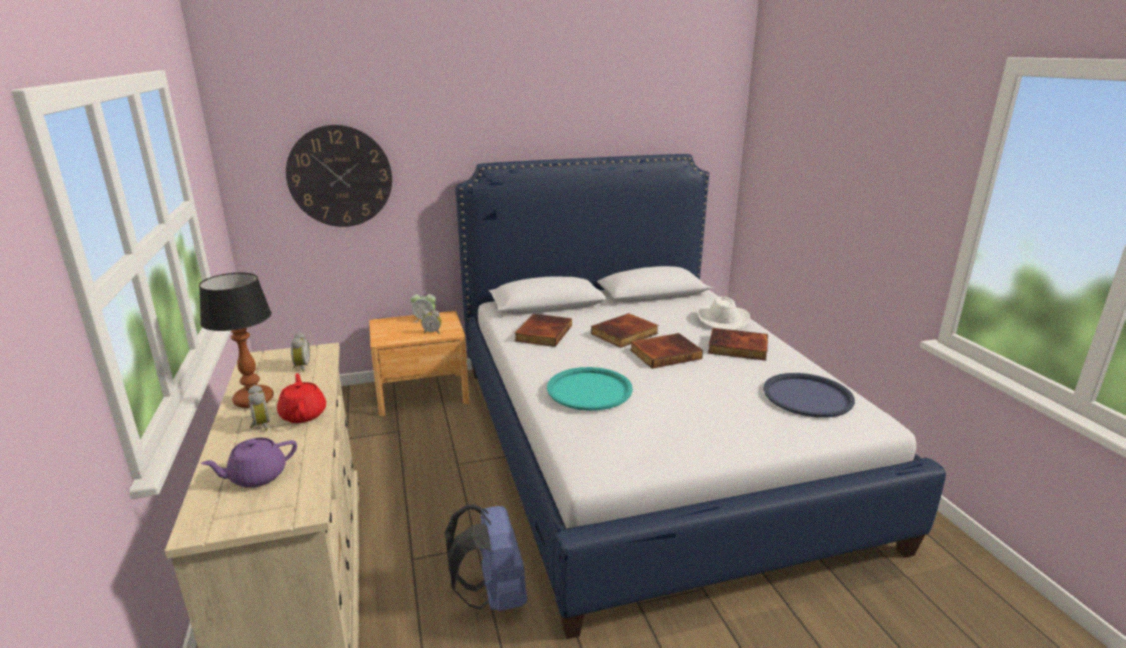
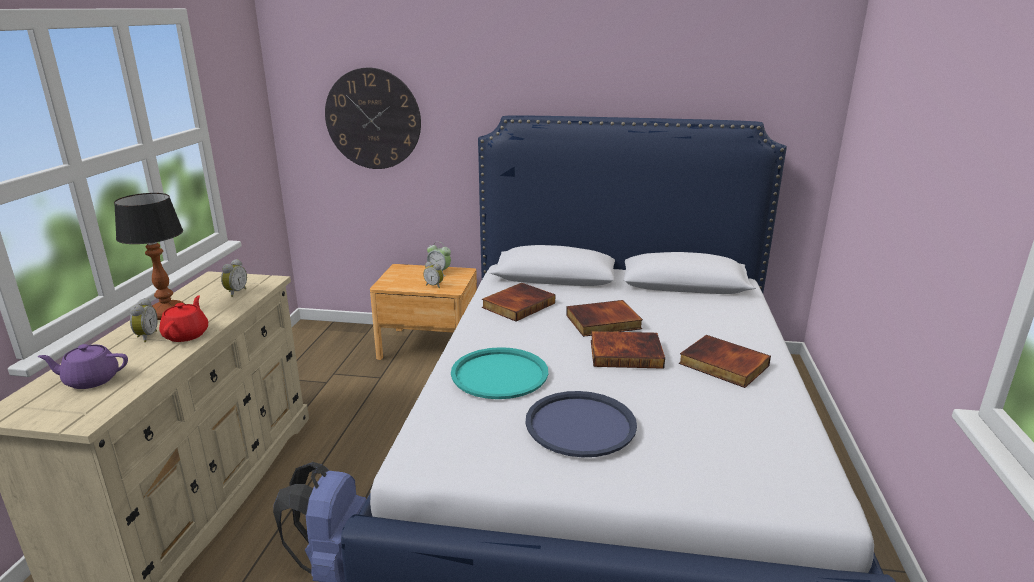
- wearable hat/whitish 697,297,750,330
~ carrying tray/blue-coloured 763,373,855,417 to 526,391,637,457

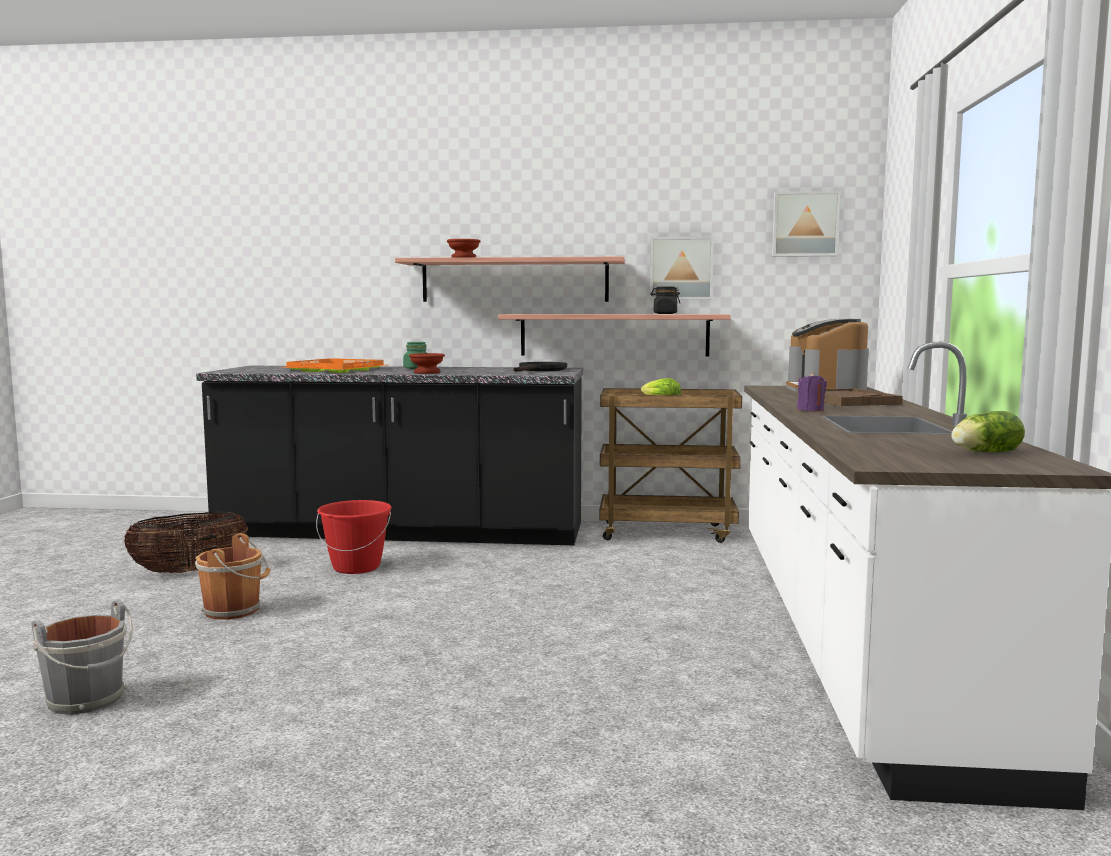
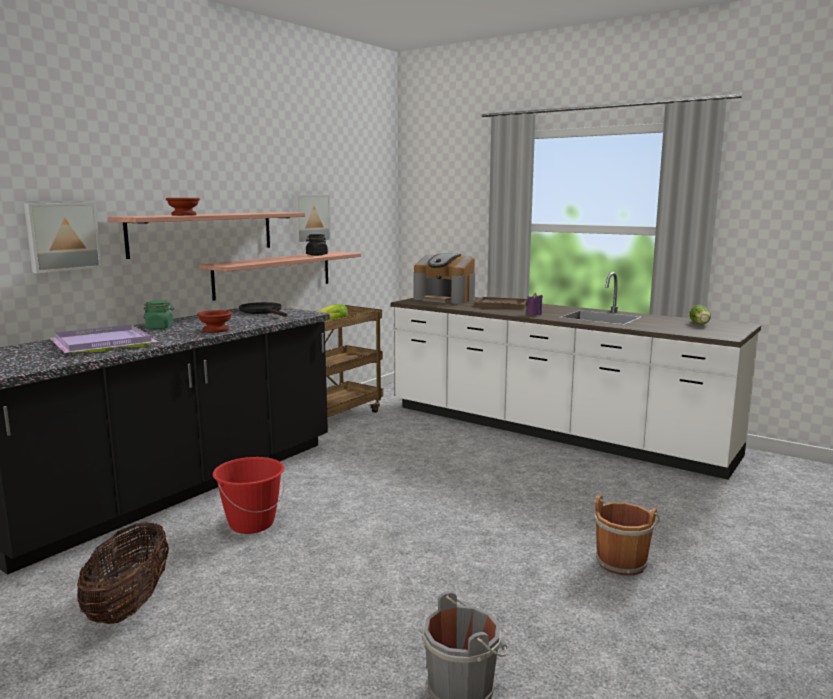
~ bucket/brown 195,533,270,620 to 594,495,660,576
~ wall picture 772,191,840,257 to 24,203,102,273
~ carrying tray/orange 280,358,384,373 to carrying tray/purple-coloured 50,325,158,353

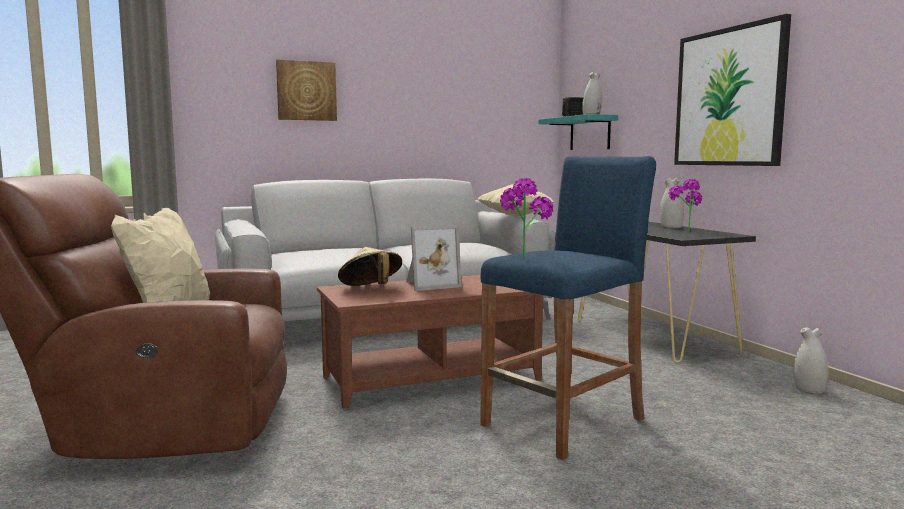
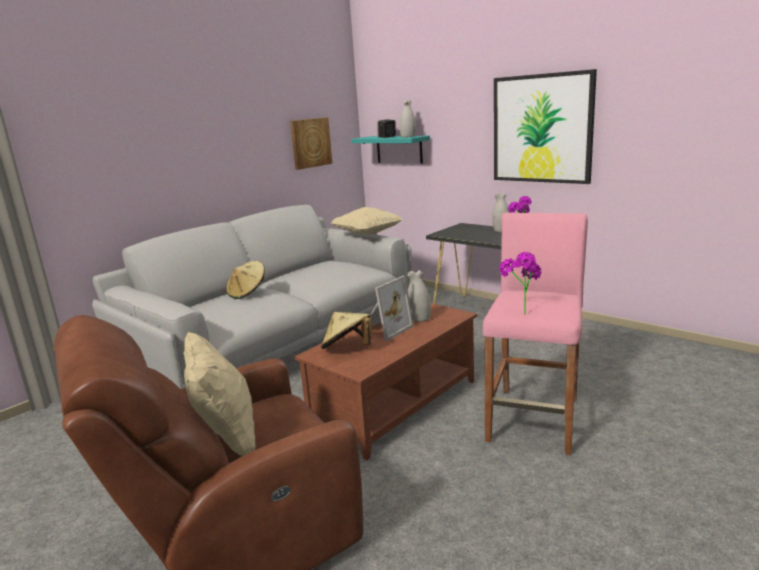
+ wearable hat/beige-coloured 226,261,265,299
~ wall picture 276,60,337,121 to 290,117,332,170
~ decorative vase/whitish 794,327,828,394 to 407,270,431,322
~ stool seat/blue-coloured 480,156,656,460 to stool seat/pink-coloured 483,212,588,455

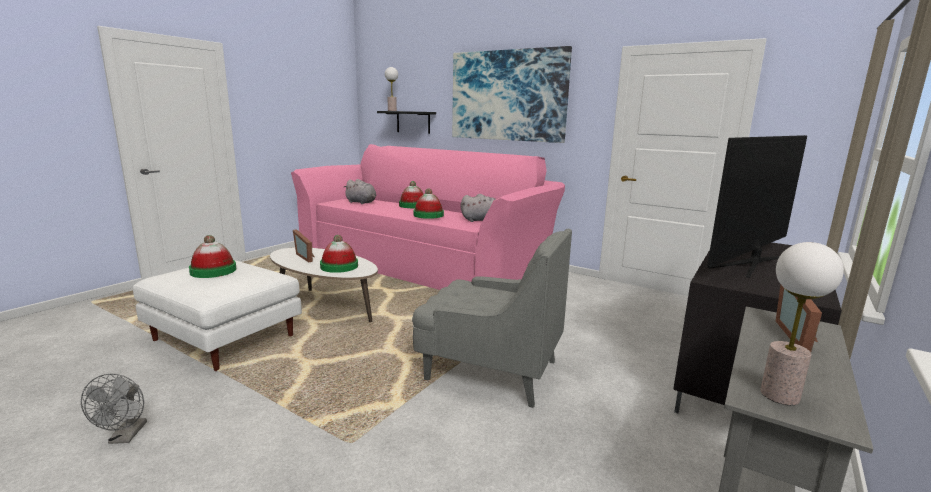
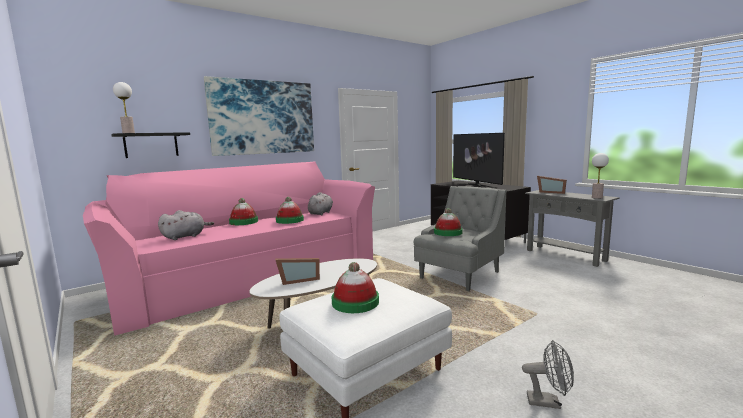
~ wearable hat 320,235,358,273 to 434,208,463,236

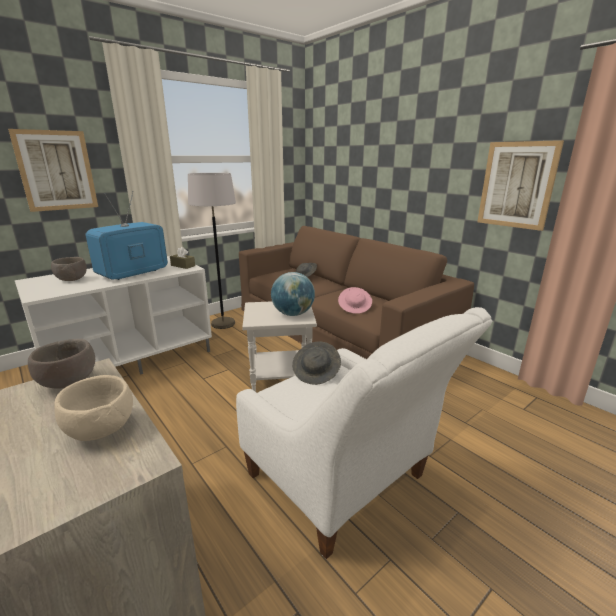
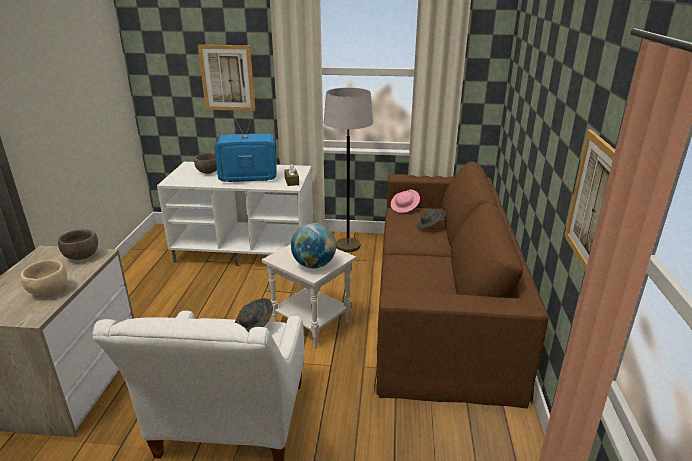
~ wearable hat/pink-coloured 338,287,372,314 to 391,189,420,213

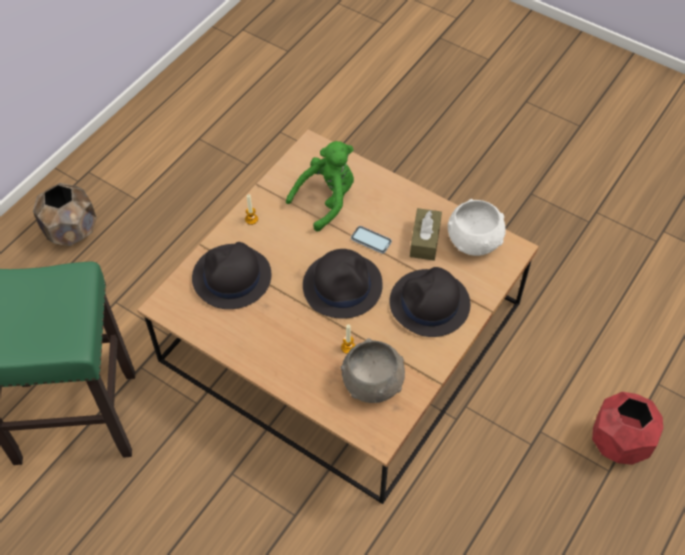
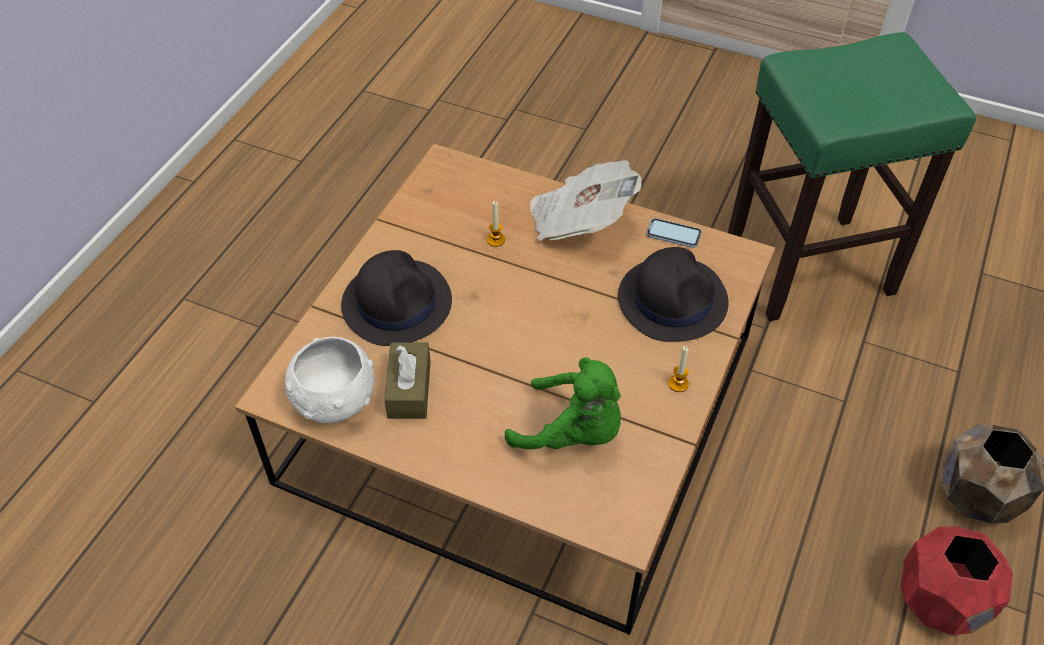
- wearable hat/black-coloured 303,249,383,319
- bowl/gray 341,338,405,403
+ printed paper 530,160,642,241
~ handset 351,226,392,254 to 647,218,702,248
~ plant pot/red 592,392,663,465 to 901,527,1013,635
~ cuddly toy/green-coloured 286,141,354,232 = 505,358,621,450 105 degrees counterclockwise

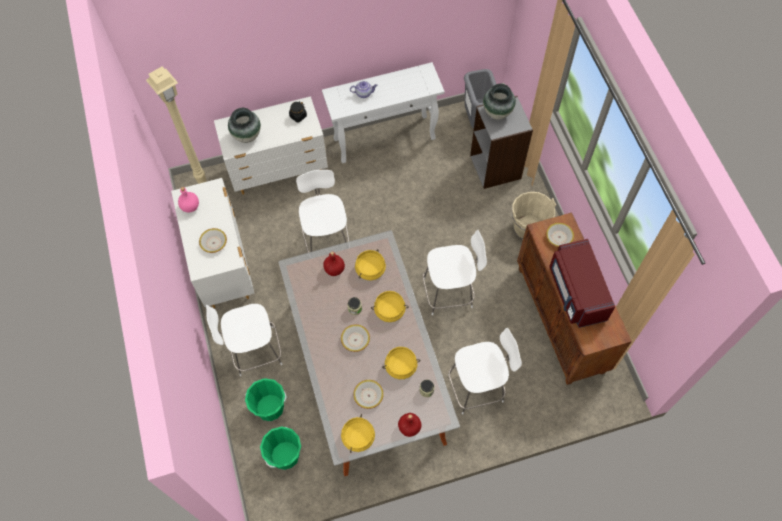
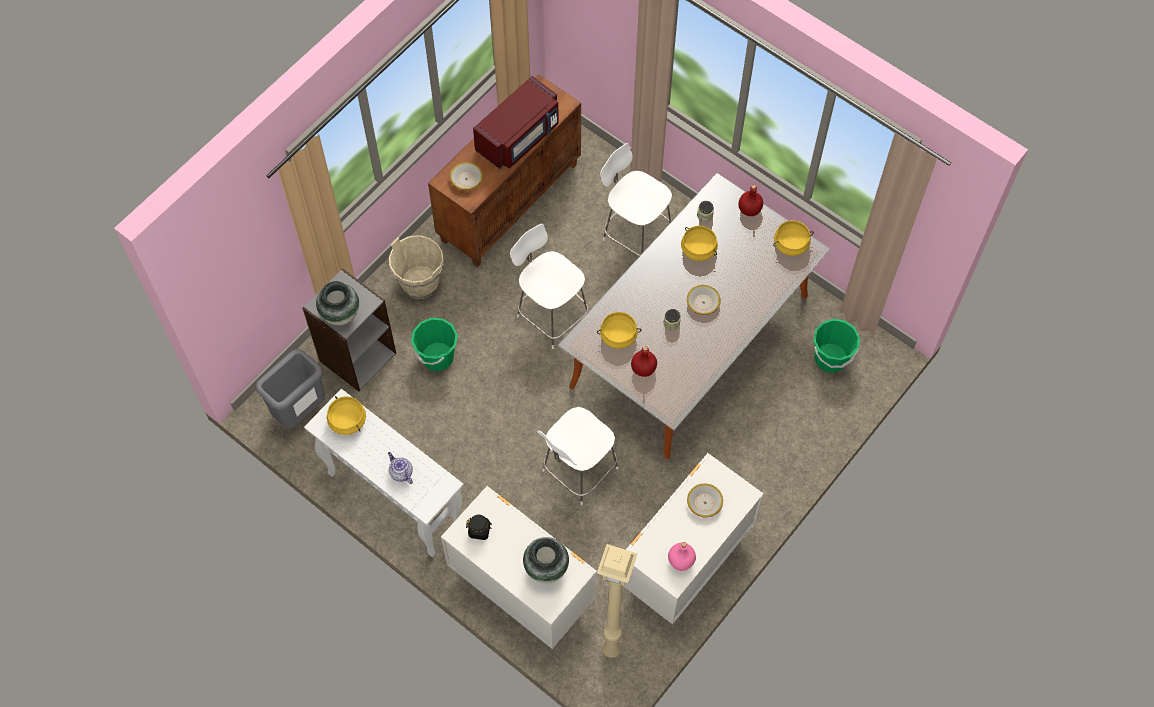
- plain chair/whitish 206,304,283,376
- bowl 353,380,384,409
~ bucket/green-coloured 245,378,287,421 to 411,318,458,371
~ cooking pot/yellow 371,291,409,322 to 327,396,366,435

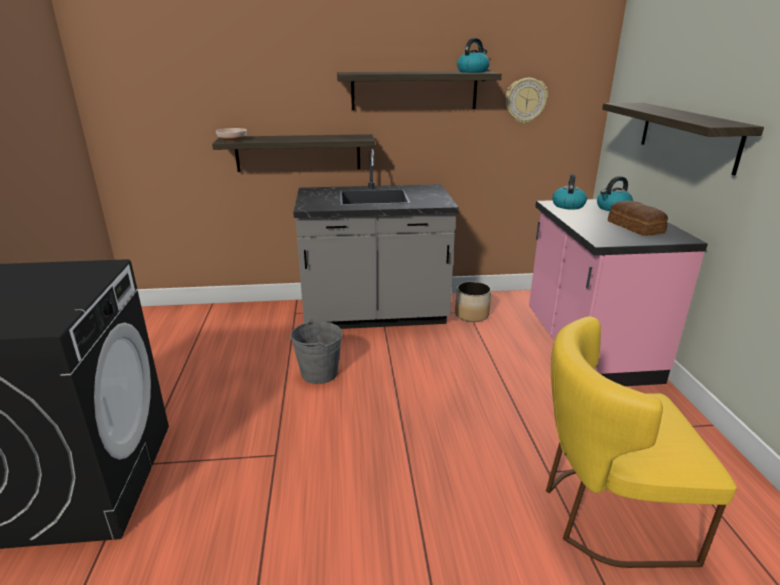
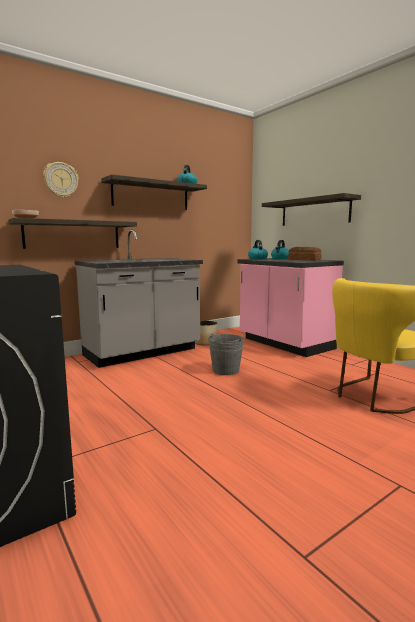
~ bucket/gray 290,319,342,384 to 208,333,244,375
~ clock on the wall 505,78,548,124 to 43,162,79,198

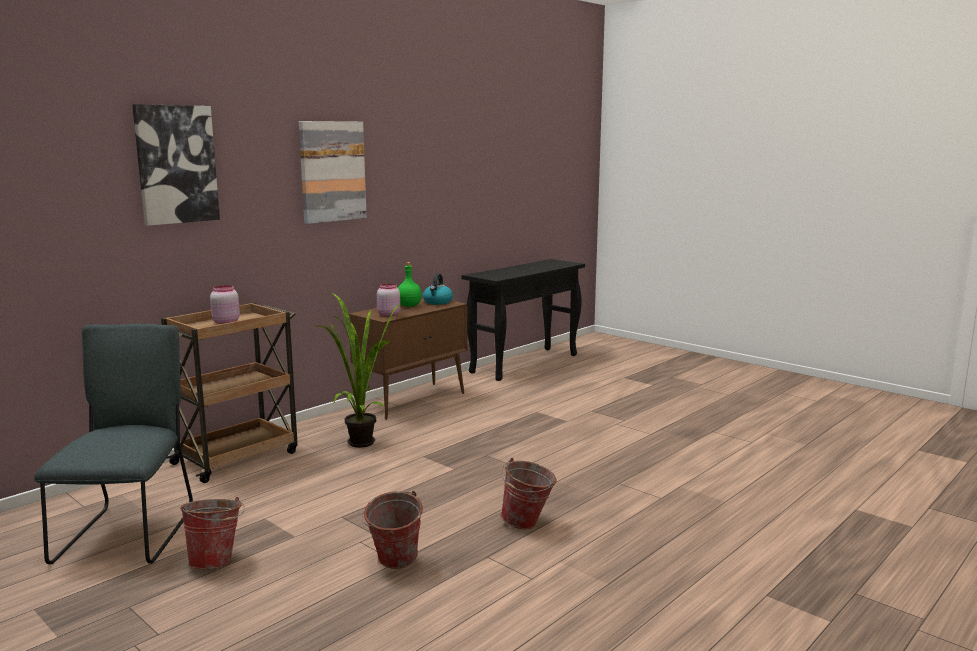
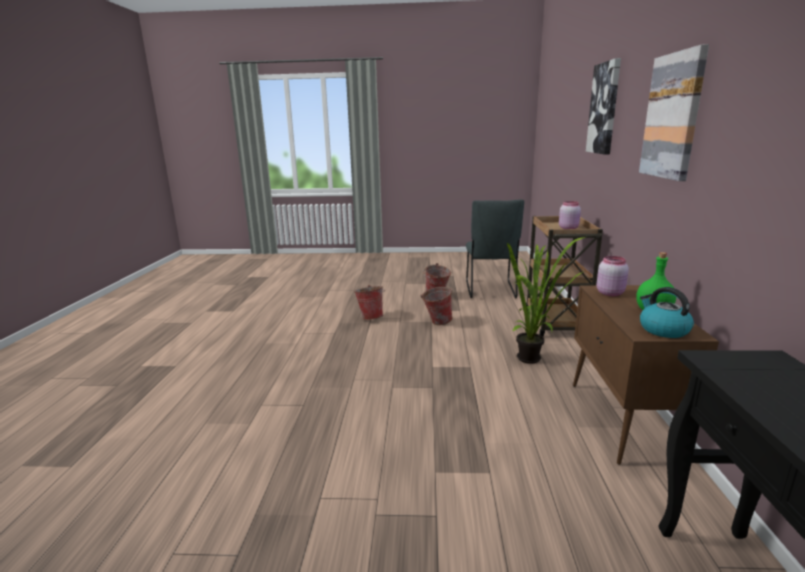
~ bucket 501,458,557,529 to 420,287,453,325
~ plain chair/gray 34,323,193,565 = 466,199,524,298 45 degrees clockwise

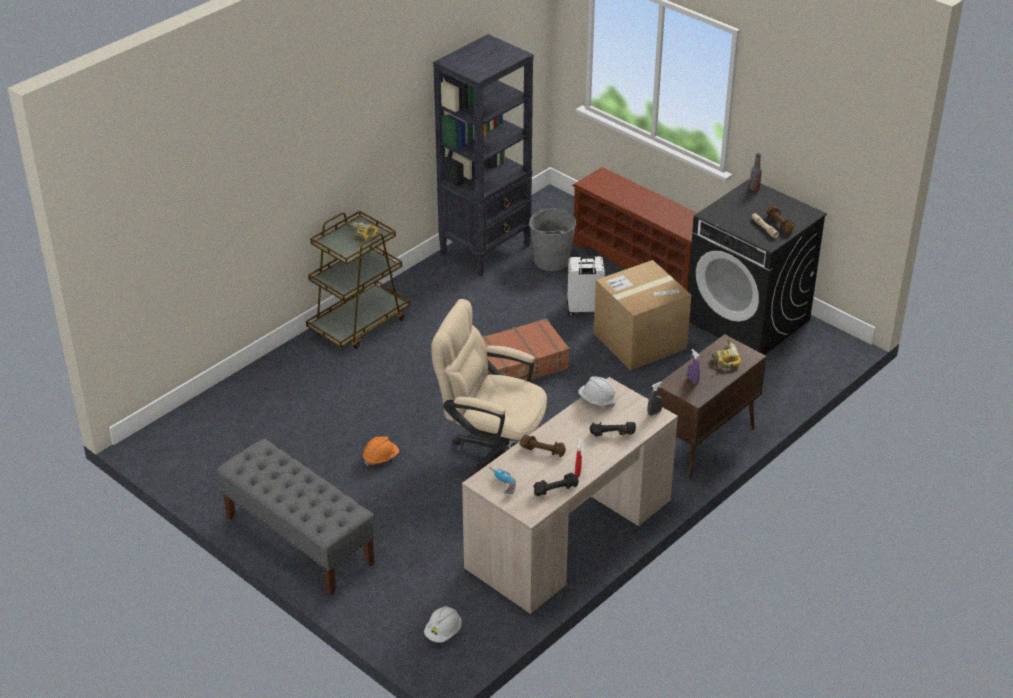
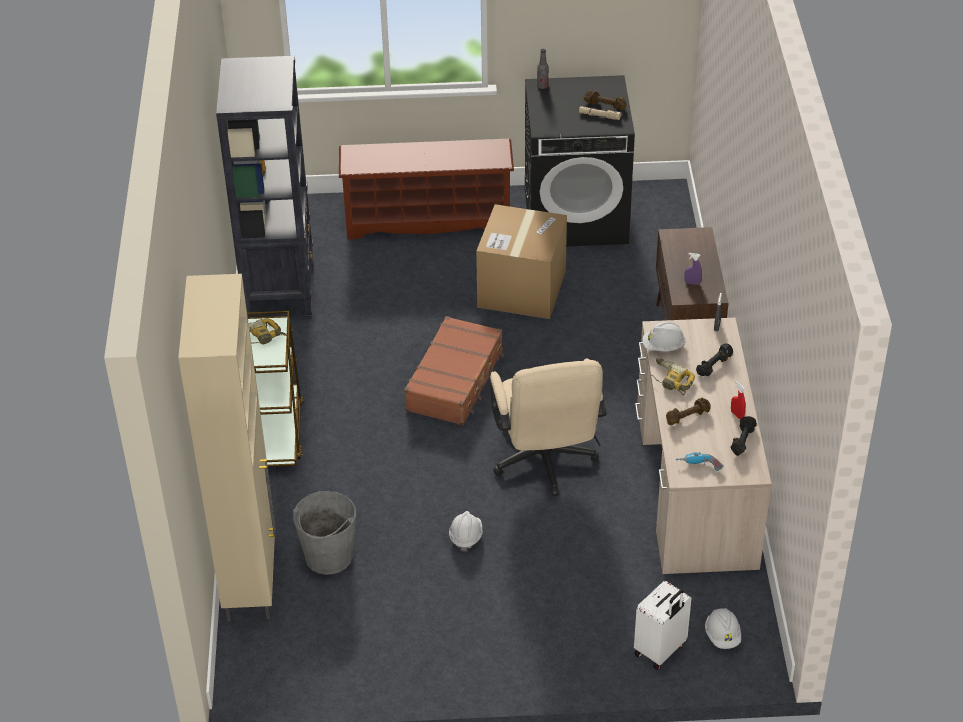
- indoor bench/gray 216,439,375,596
+ storage cabinet/beige-coloured 178,274,276,621
~ bucket/gray 529,208,576,271 to 293,491,356,575
~ suitcase/whitish 567,256,605,316 to 634,580,691,670
~ power drill 711,339,741,369 to 652,358,695,396
~ hard hat/orange 363,436,399,466 to hard hat/whitish 449,511,482,552
~ office chair/beige-coloured 431,299,547,478 = 490,358,606,496 75 degrees counterclockwise

